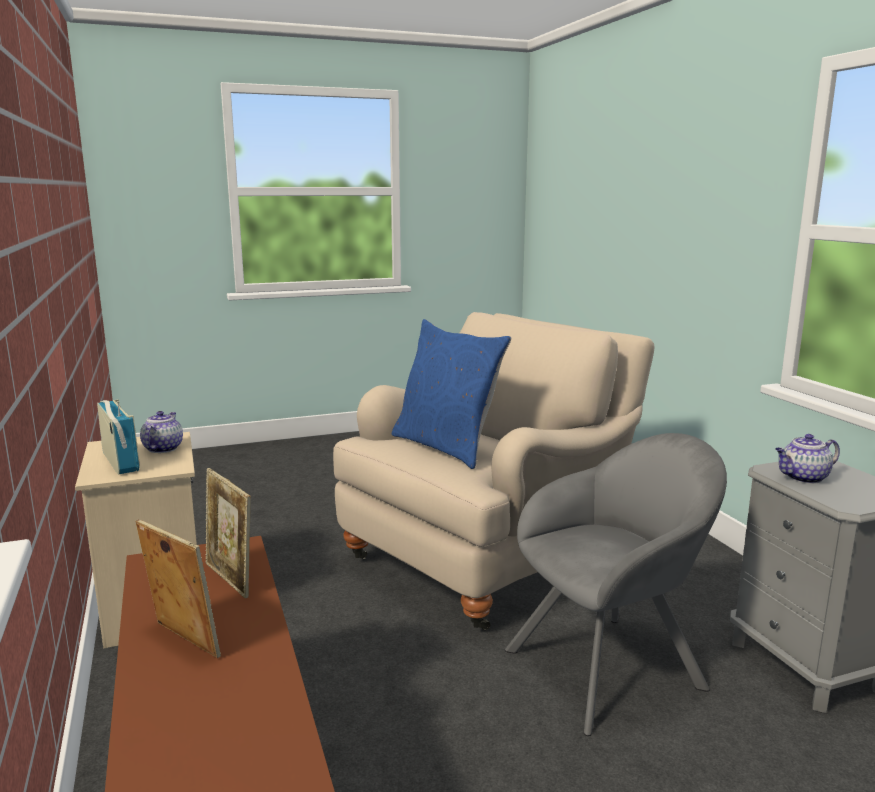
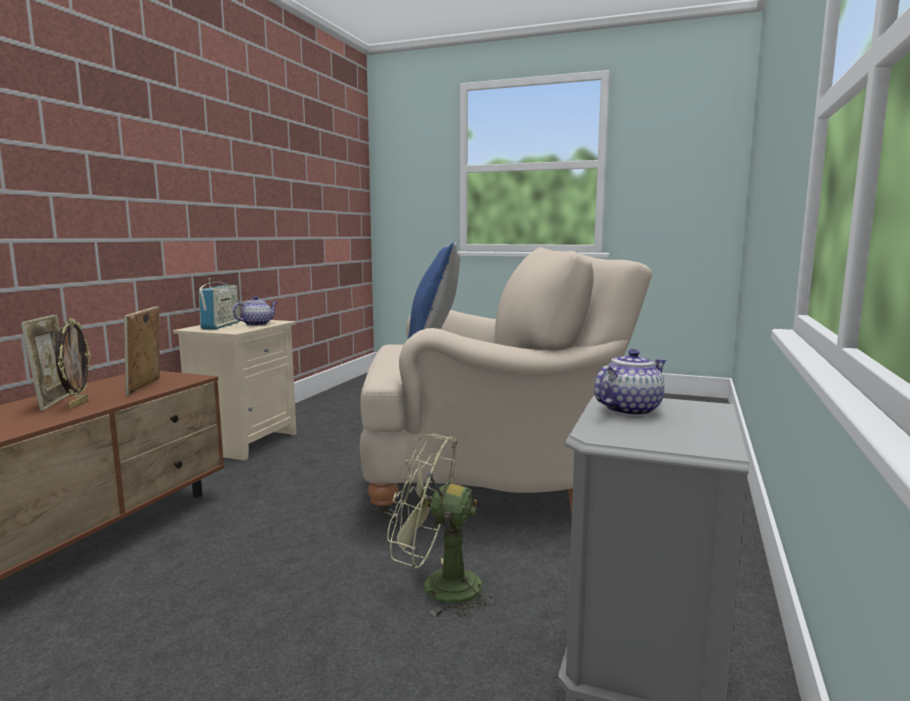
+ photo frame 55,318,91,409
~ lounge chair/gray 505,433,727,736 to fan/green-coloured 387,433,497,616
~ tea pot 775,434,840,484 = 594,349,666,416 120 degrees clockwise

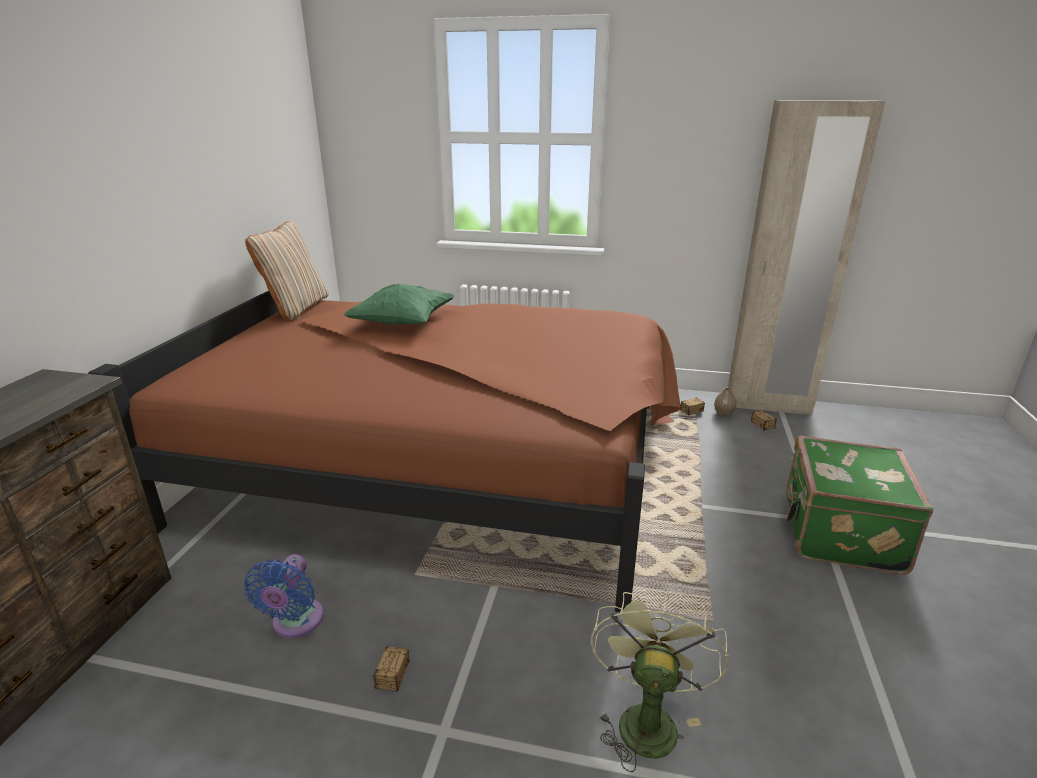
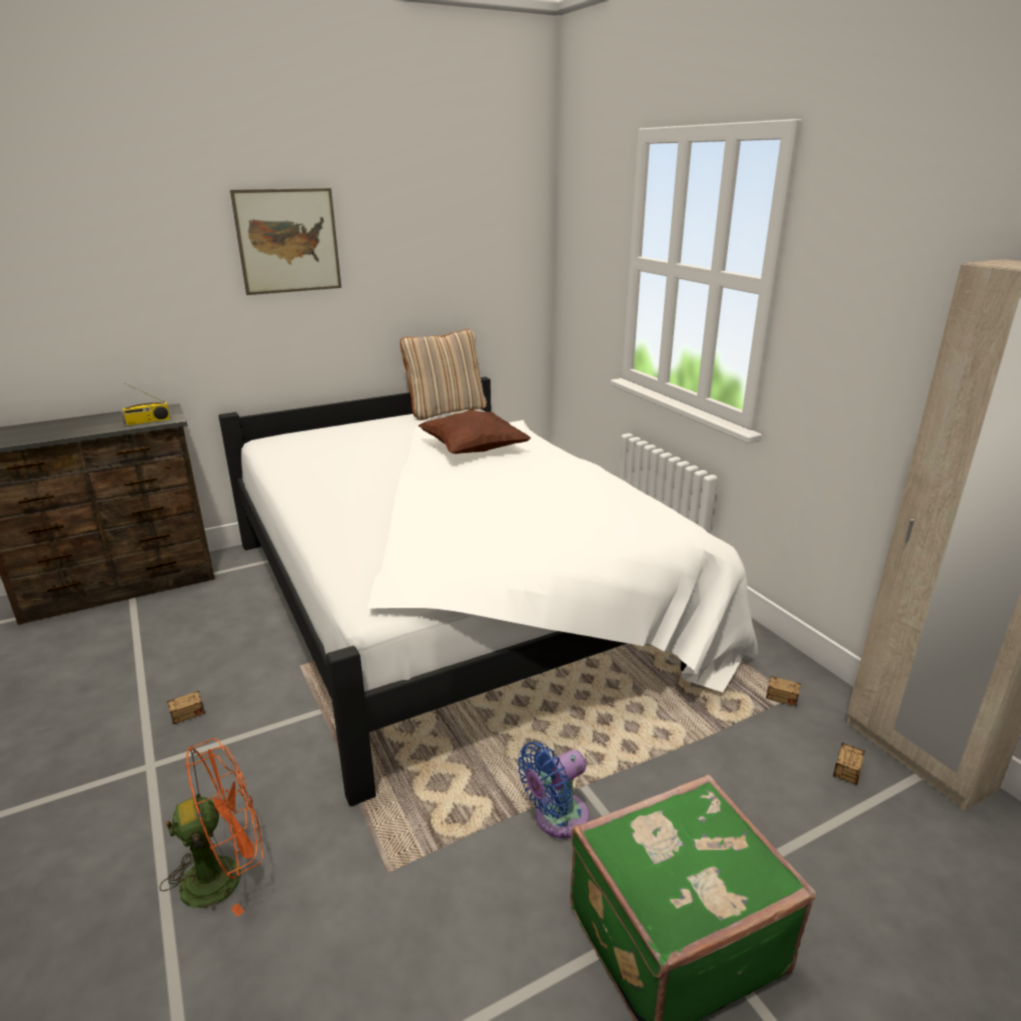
- decorative vase 714,388,737,416
+ radio receiver 121,383,171,426
+ wall picture 230,188,342,295
~ fan/blue-coloured 244,554,324,638 to 518,741,589,838
~ sleeping bed/brown 88,290,681,612 to sleeping bed/whitish 219,377,758,806
~ throw pillow/green-coloured 343,284,455,325 to throw pillow/brown 418,410,531,454
~ fan/green-coloured 591,591,729,772 to fan/orange 160,738,263,917

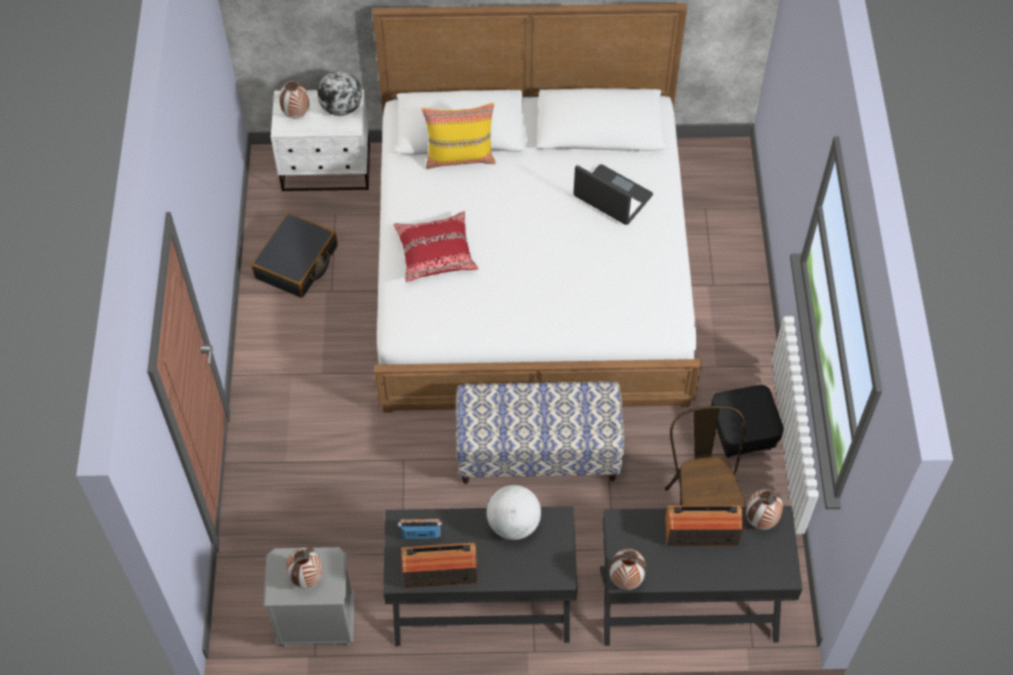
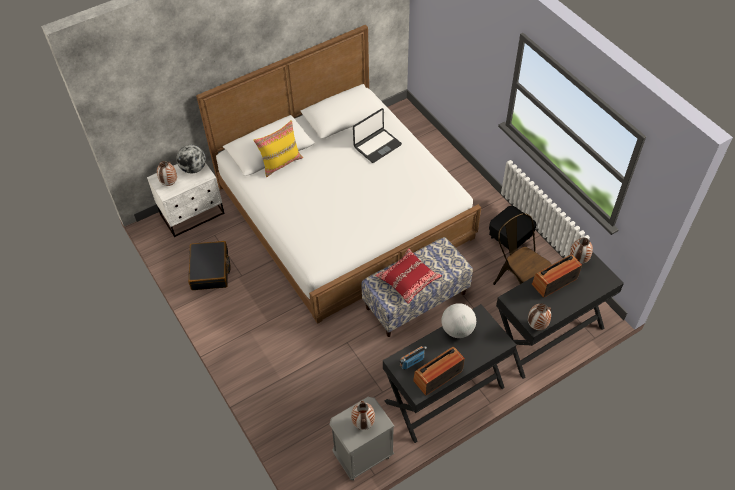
~ throw pillow/red 393,211,478,282 to 375,248,442,304
~ portable computer 573,164,653,225 = 353,108,402,163 135 degrees clockwise

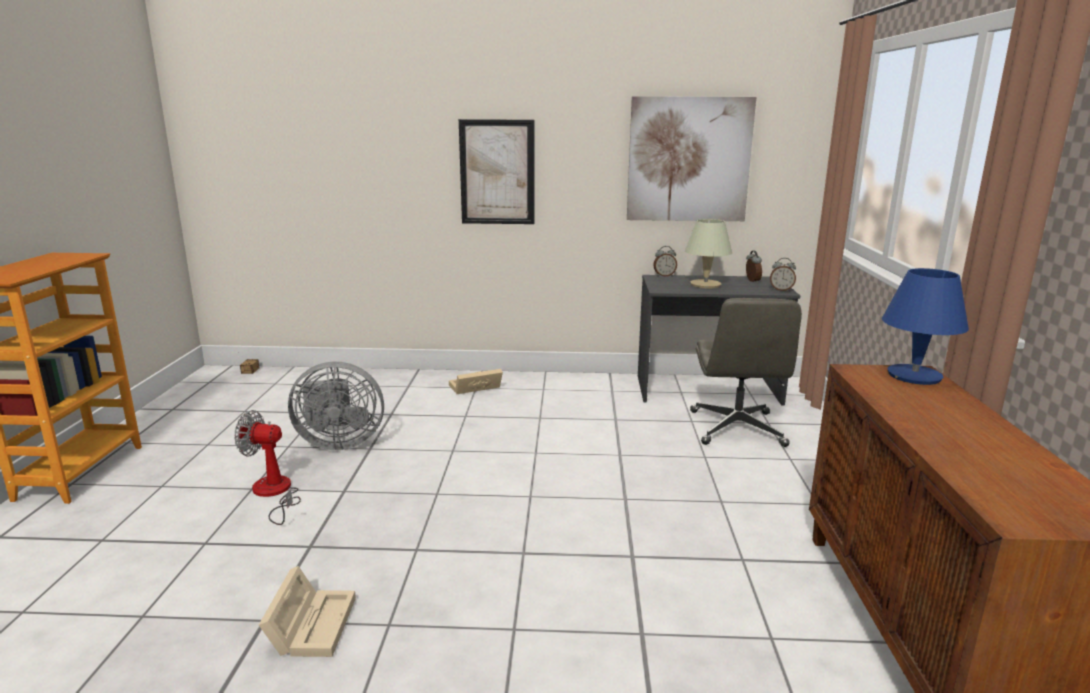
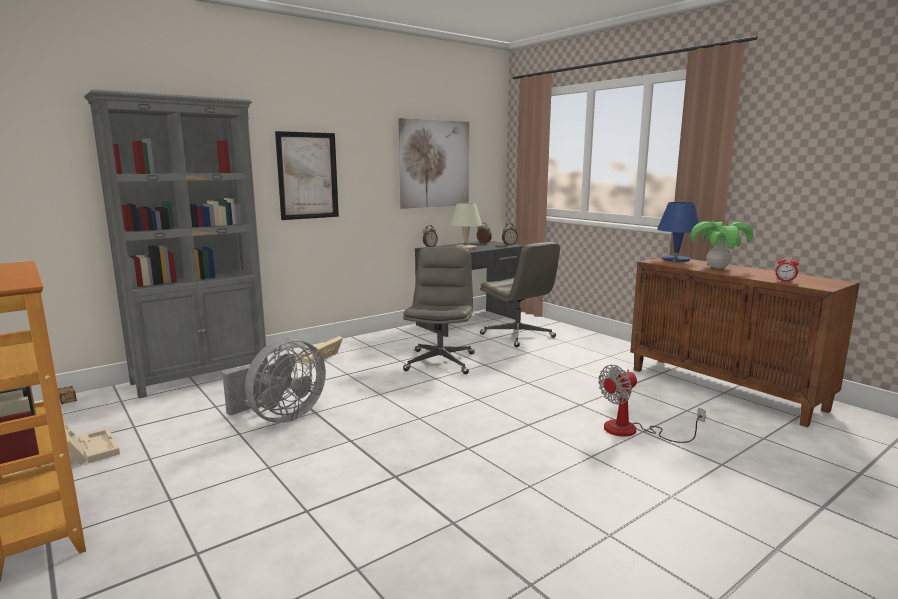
+ bookshelf/gray 84,89,268,399
+ office chair/gray 403,247,475,374
+ potted plant 691,221,753,269
+ table clock 776,255,799,282
~ fan 234,410,301,525 to 598,365,706,443
~ storage bin/beige-coloured 259,566,356,657 to 64,423,120,465

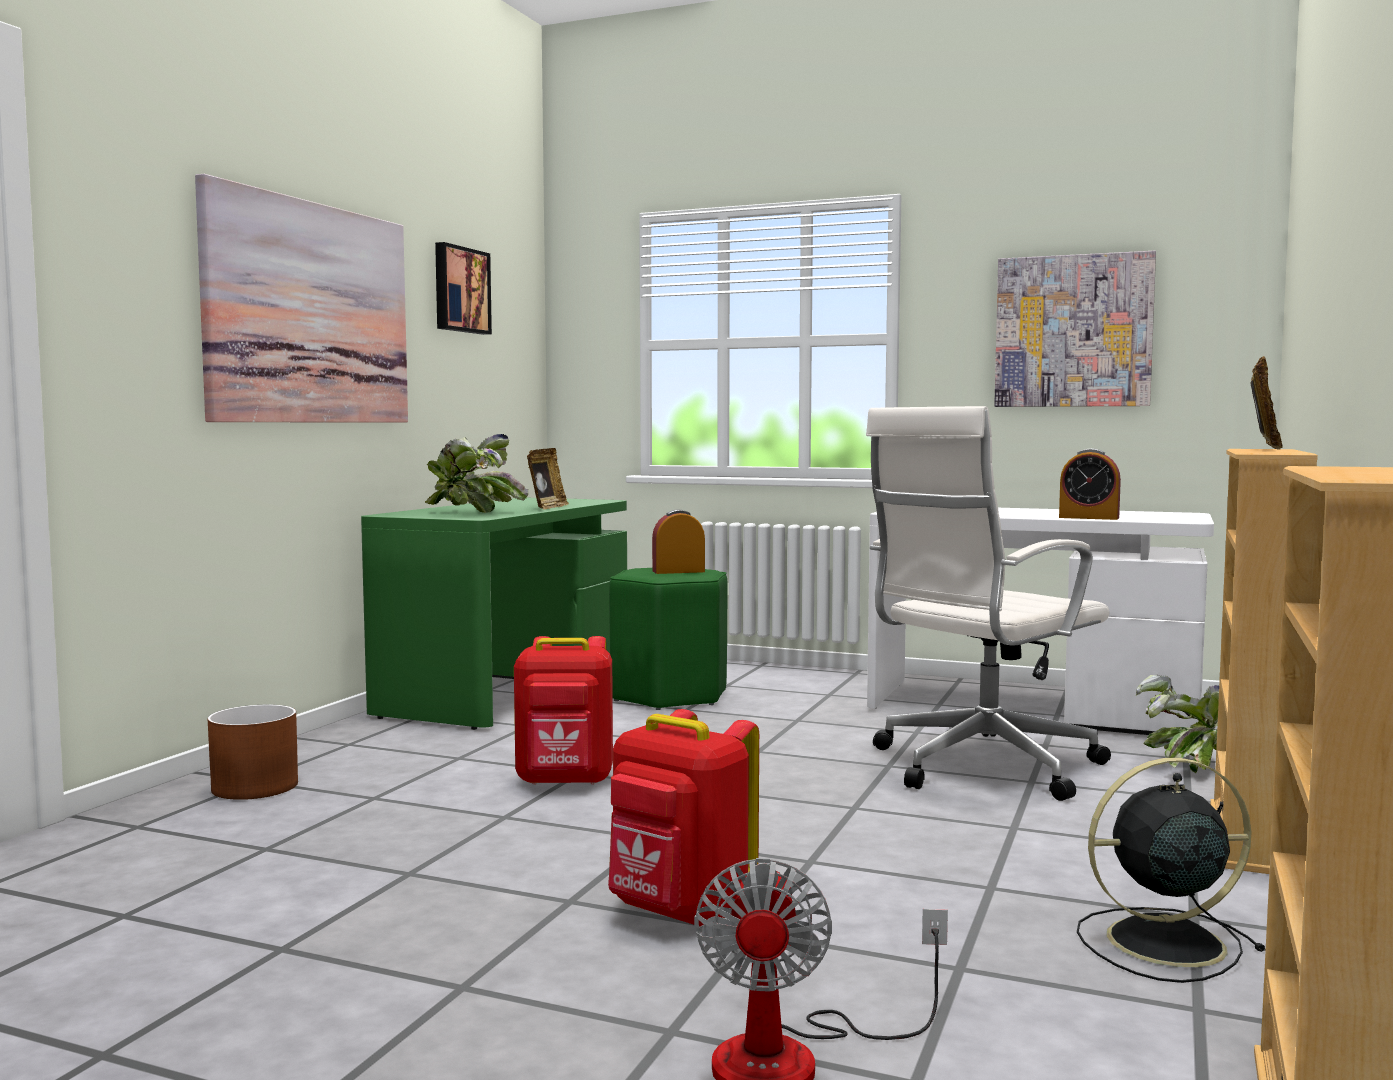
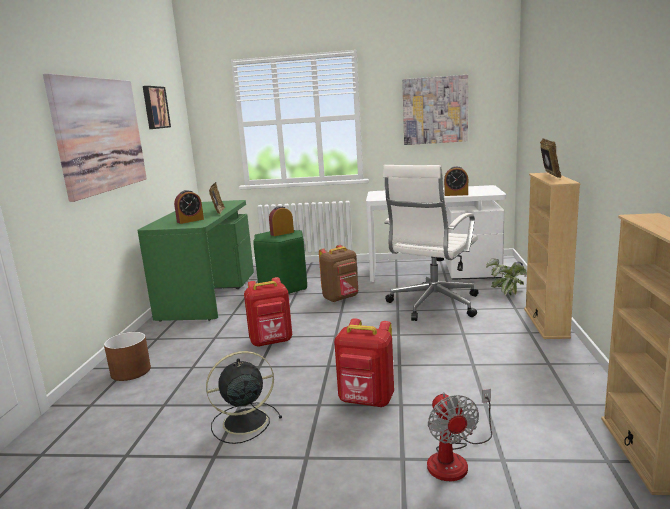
+ rucksack/brown 319,245,358,302
~ fan/black-coloured 1077,758,1266,983 to 206,351,282,444
~ potted plant 425,434,528,513 to table clock 174,190,204,224

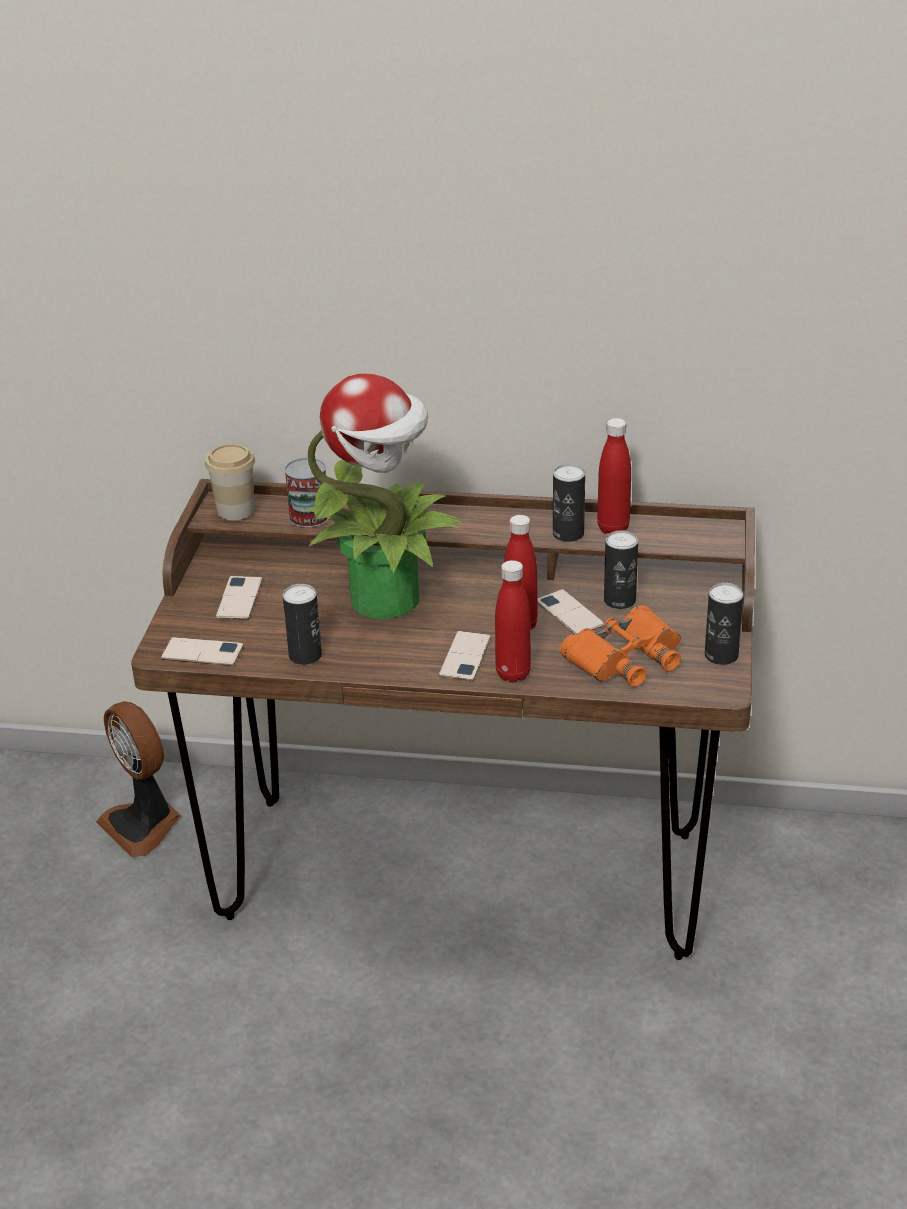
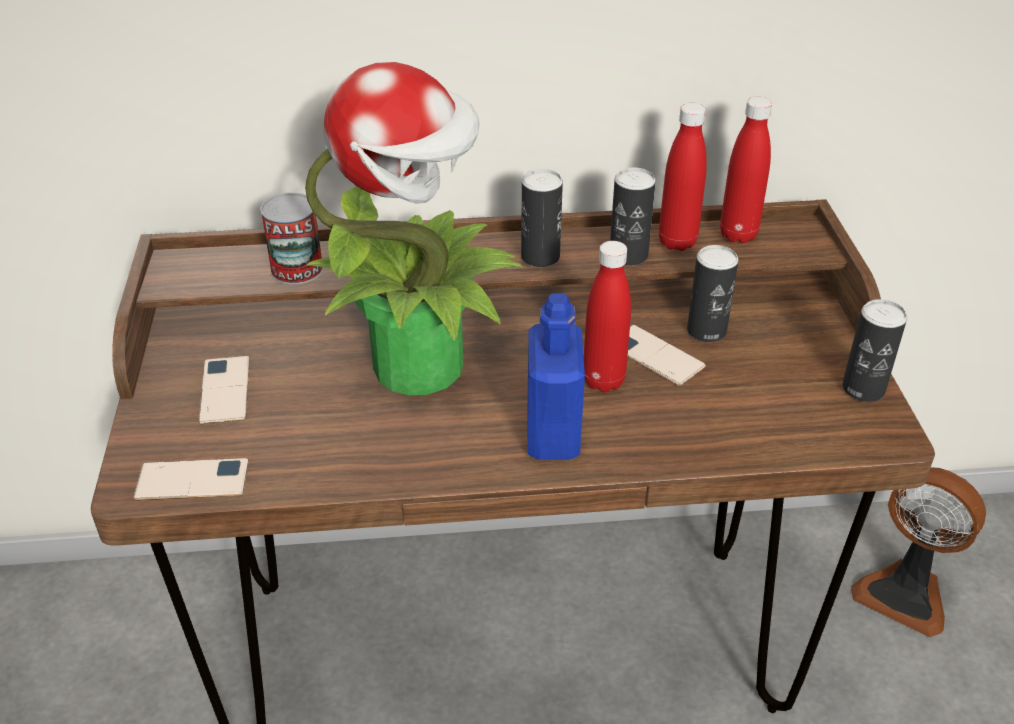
- small cup 205,444,255,520
- field glasses/orange 560,605,681,687
~ fan 96,701,181,857 to 851,467,986,637
~ metal can 283,584,322,665 to 521,169,563,267
~ beverage bottle/red 495,560,531,683 to 720,97,772,243
~ handset 439,631,491,681 to beverage bottle/blue-coloured 527,293,585,460

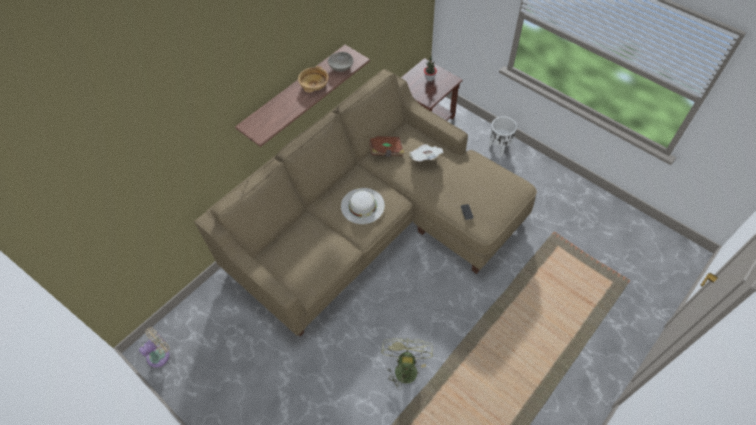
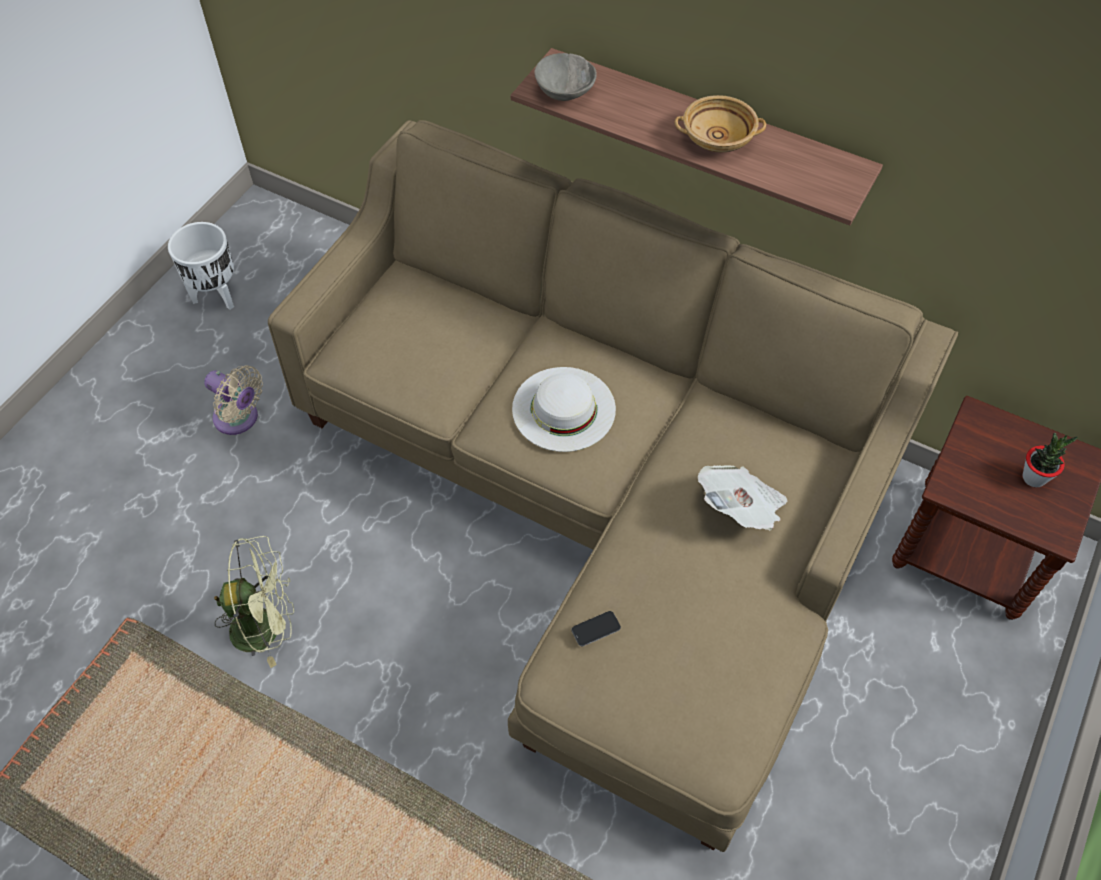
- volume/brown 369,136,404,157
~ fan/beige-coloured 139,327,170,368 to 204,365,263,435
~ bowl/gray 328,52,353,72 to 534,53,597,101
~ plant pot/whitish 489,116,517,157 to 168,222,234,310

